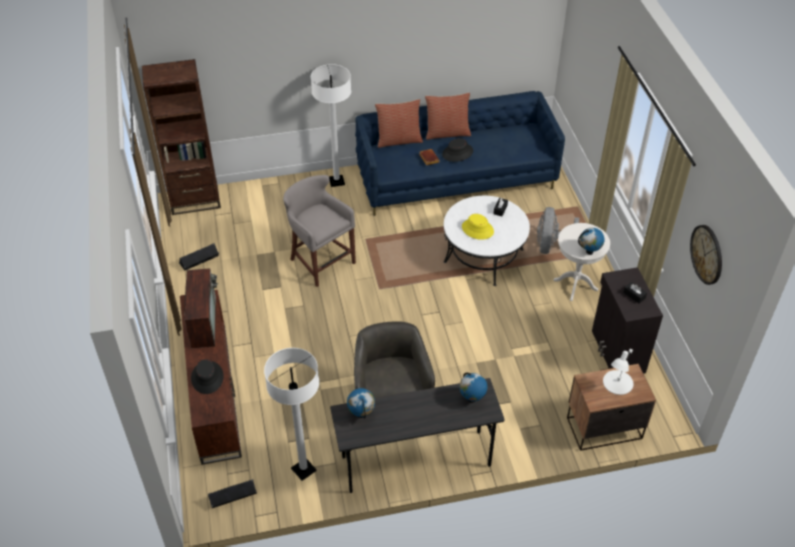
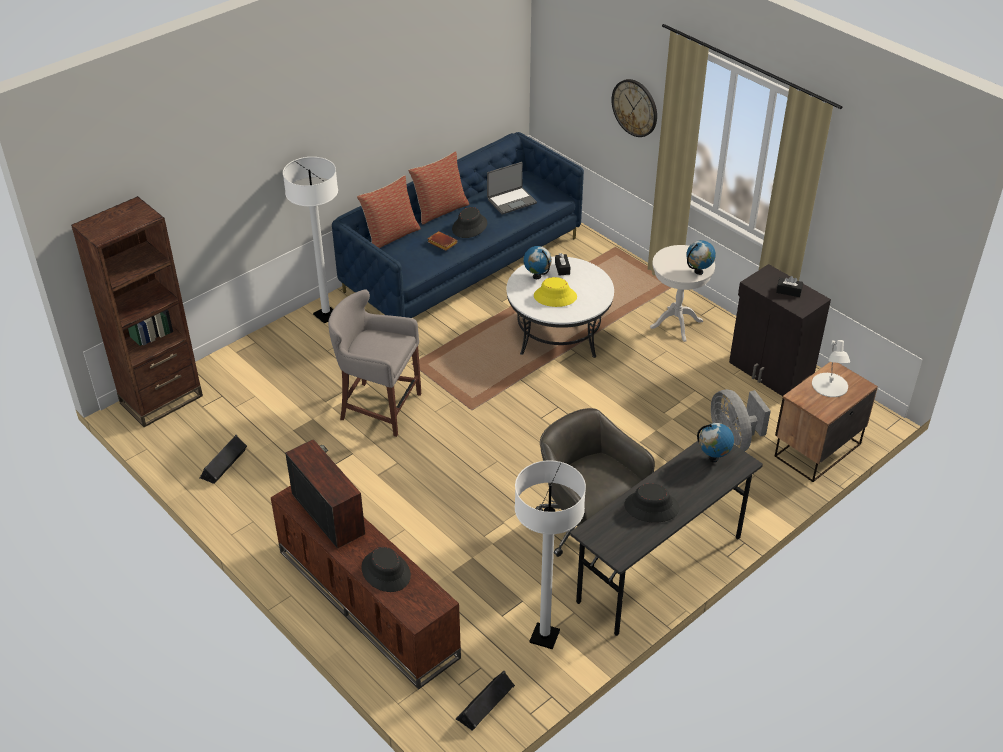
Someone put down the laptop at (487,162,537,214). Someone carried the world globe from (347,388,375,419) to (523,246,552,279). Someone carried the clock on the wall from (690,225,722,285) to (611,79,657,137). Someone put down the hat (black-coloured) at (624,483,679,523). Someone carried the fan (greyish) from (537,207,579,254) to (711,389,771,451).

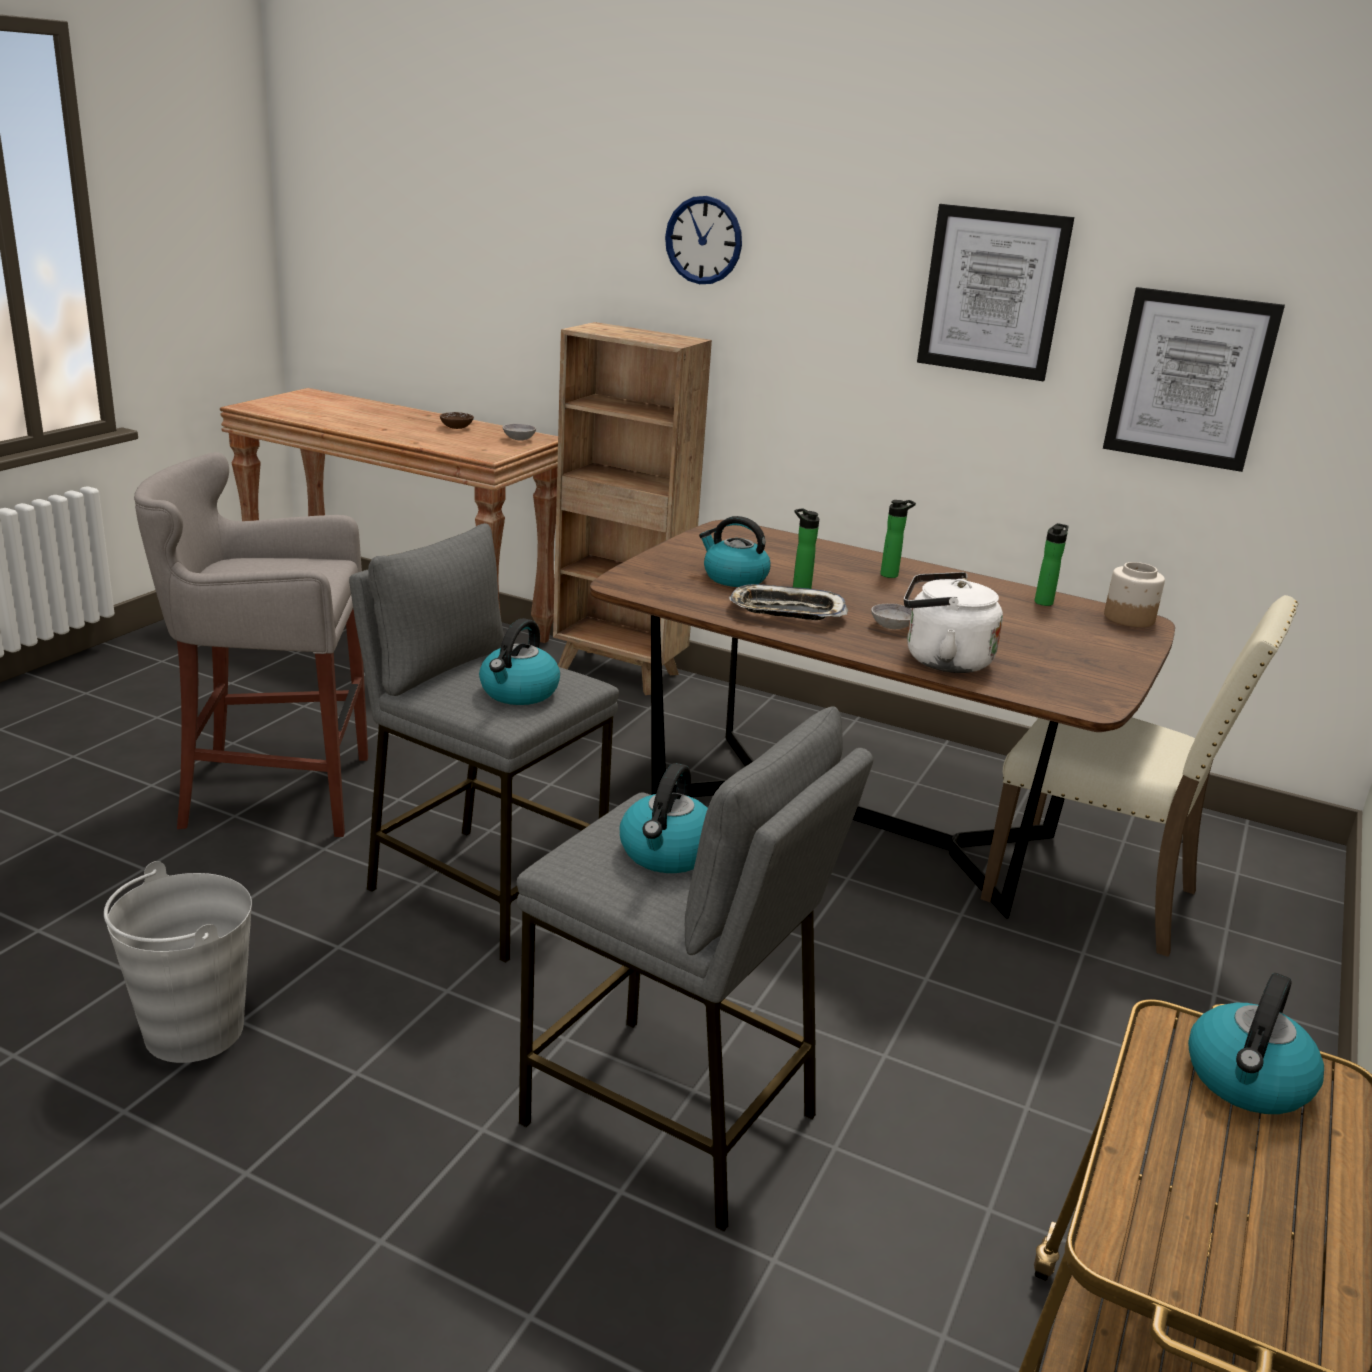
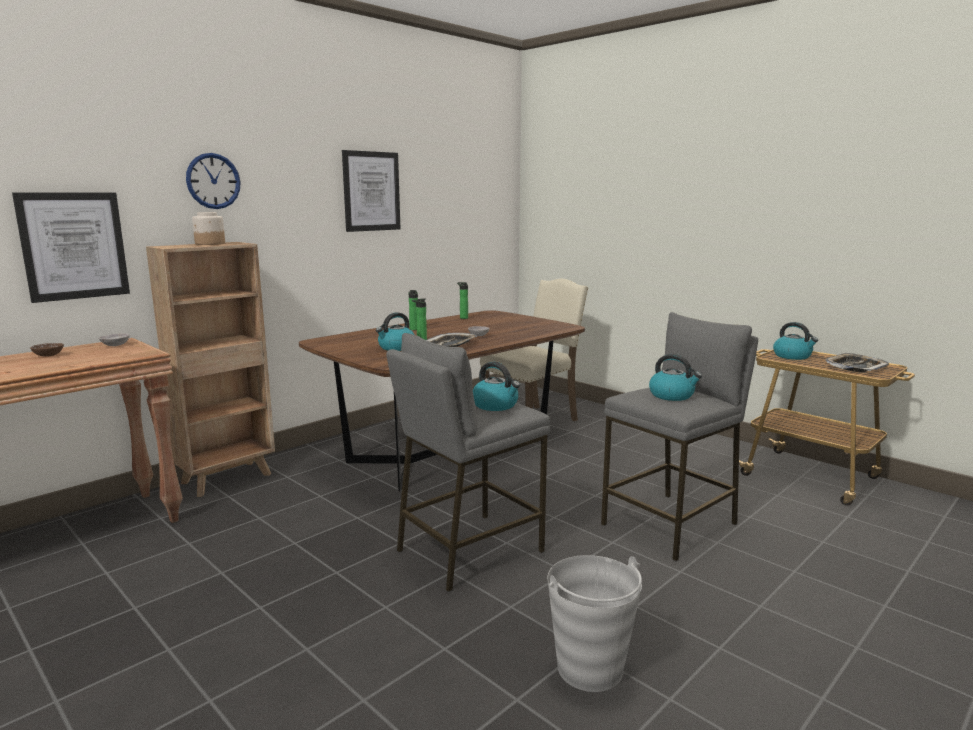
Someone carried the picture from (1103,287,1285,472) to (12,193,130,303). Someone carried the preserve jar from (1104,562,1165,627) to (192,212,225,245). Someone put down the carrying tray at (825,353,889,373). Someone took away the stool seat (greyish) at (134,452,368,837). Someone took away the kettle (white-coloured) at (904,572,1003,673).

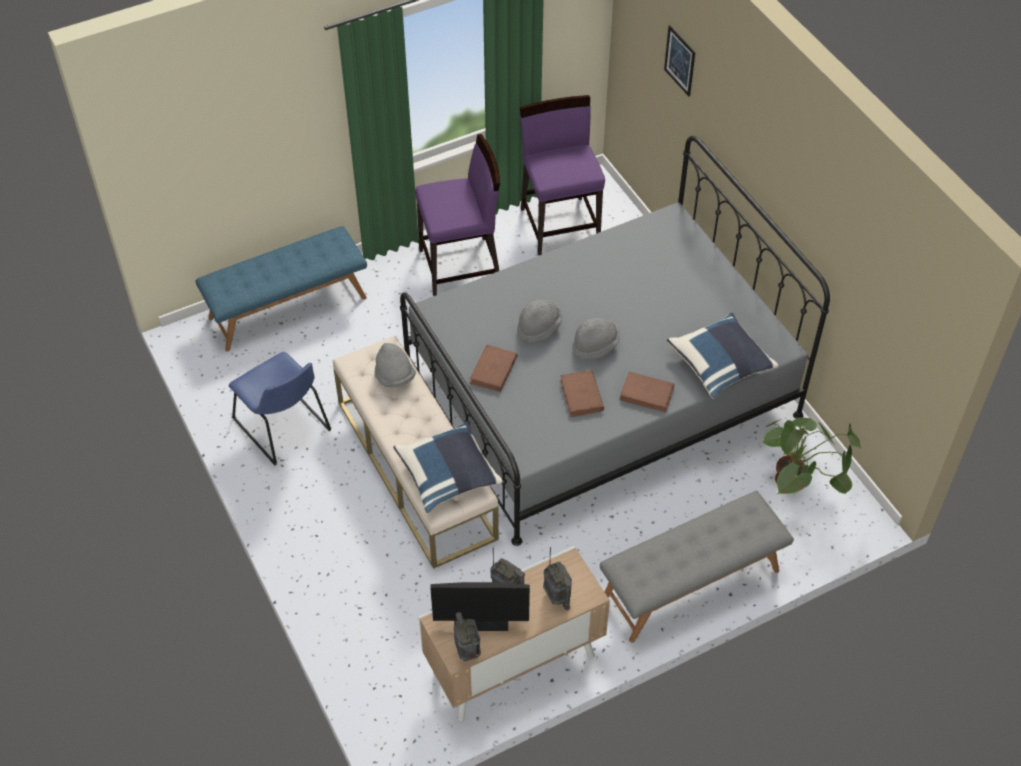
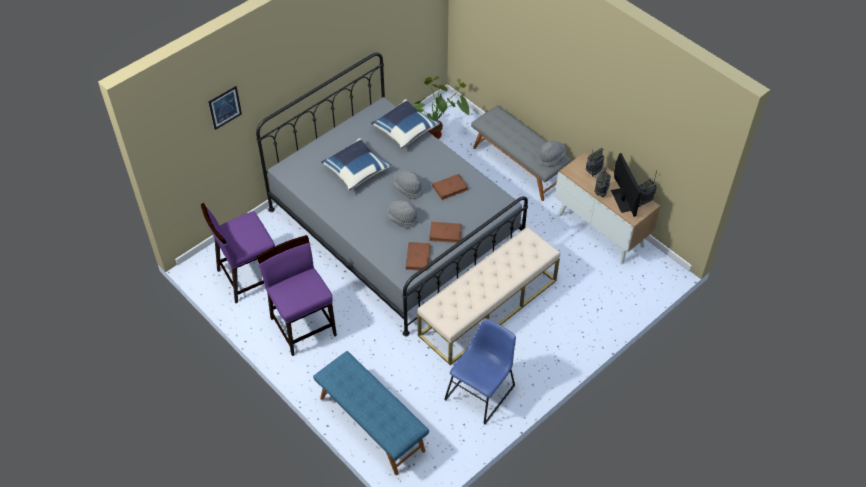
Someone carried the pillow (blue) from (393,421,503,514) to (321,138,392,191). Someone carried the volume (brown) from (619,371,674,413) to (406,242,431,271). Someone carried the hat (greyish) from (375,343,416,388) to (537,141,566,167).

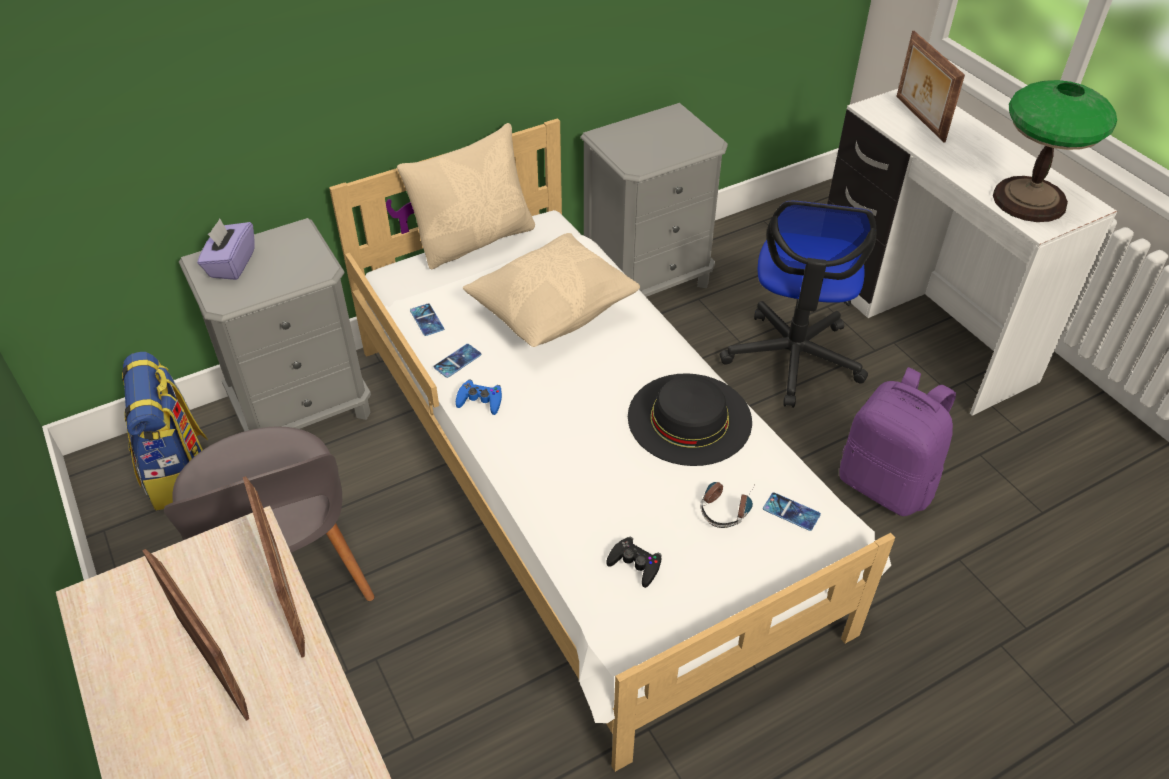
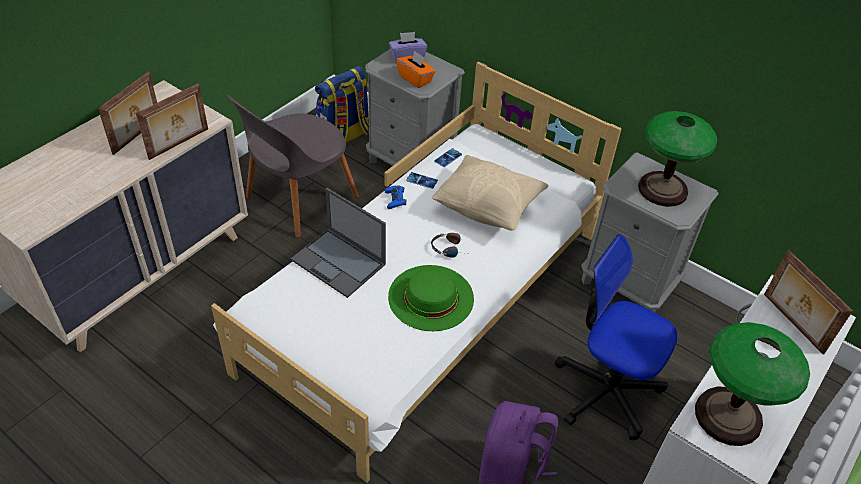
Someone put down the laptop at (291,188,386,298). Someone repainted the hat (black-coloured) at (628,373,752,466), which became the hat (greenish) at (388,265,474,331). Someone put down the box of tissues (orange-coloured) at (396,50,436,88). Someone carried the headphones from (700,482,753,528) to (431,233,467,258). Someone rotated the desk chair at (720,201,877,408) by 45 degrees clockwise. Someone put down the tabletop lamp at (638,111,717,207). Someone rotated the picture frame at (896,31,965,143) by 75 degrees counterclockwise. Someone took away the pillow (sand-coloured) at (397,123,535,269). Someone took away the joypad (black-coloured) at (606,536,662,588). Someone took away the handset at (763,492,821,531).

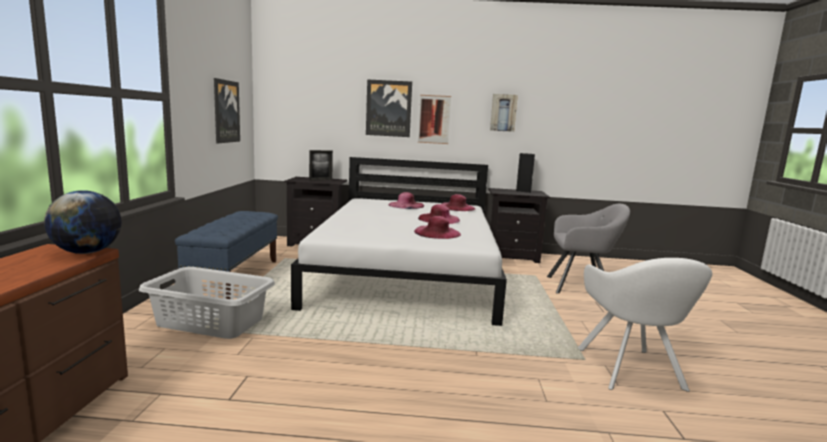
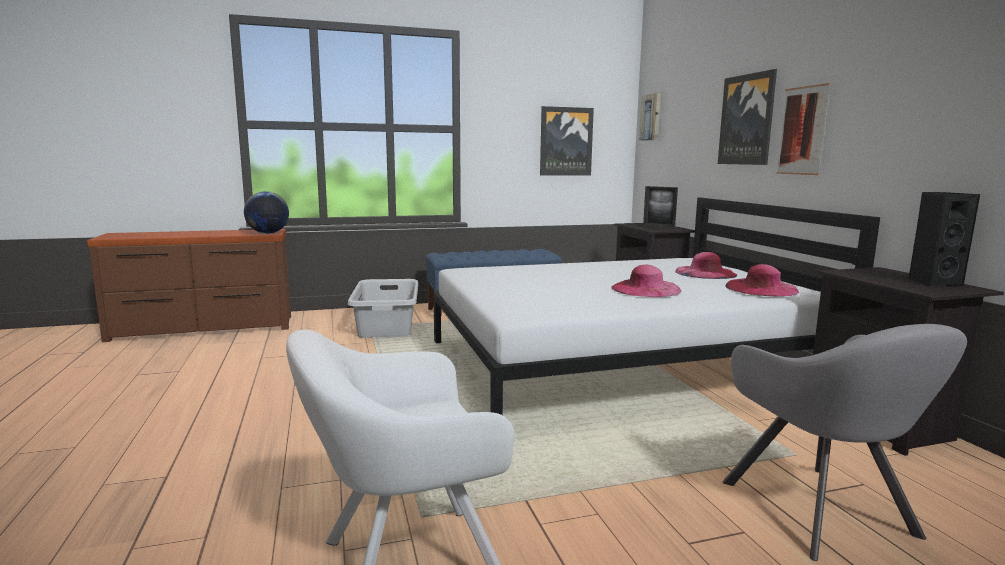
Someone carried the picture from (490,94,518,132) to (639,93,661,141). Someone took away the hat (pink-coloured) at (414,216,461,239).

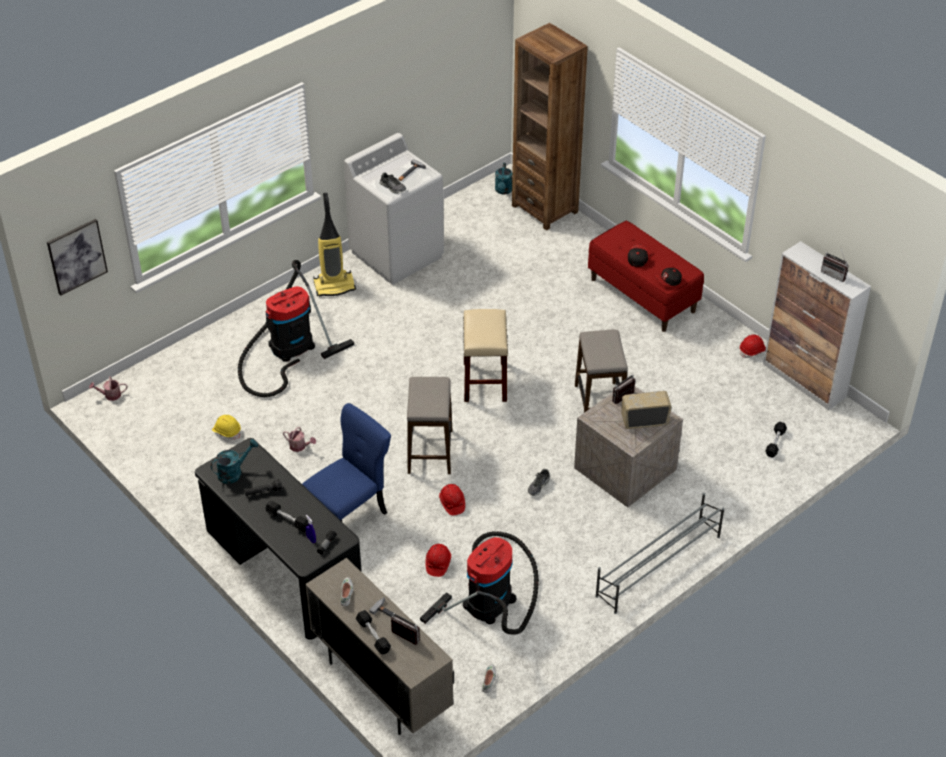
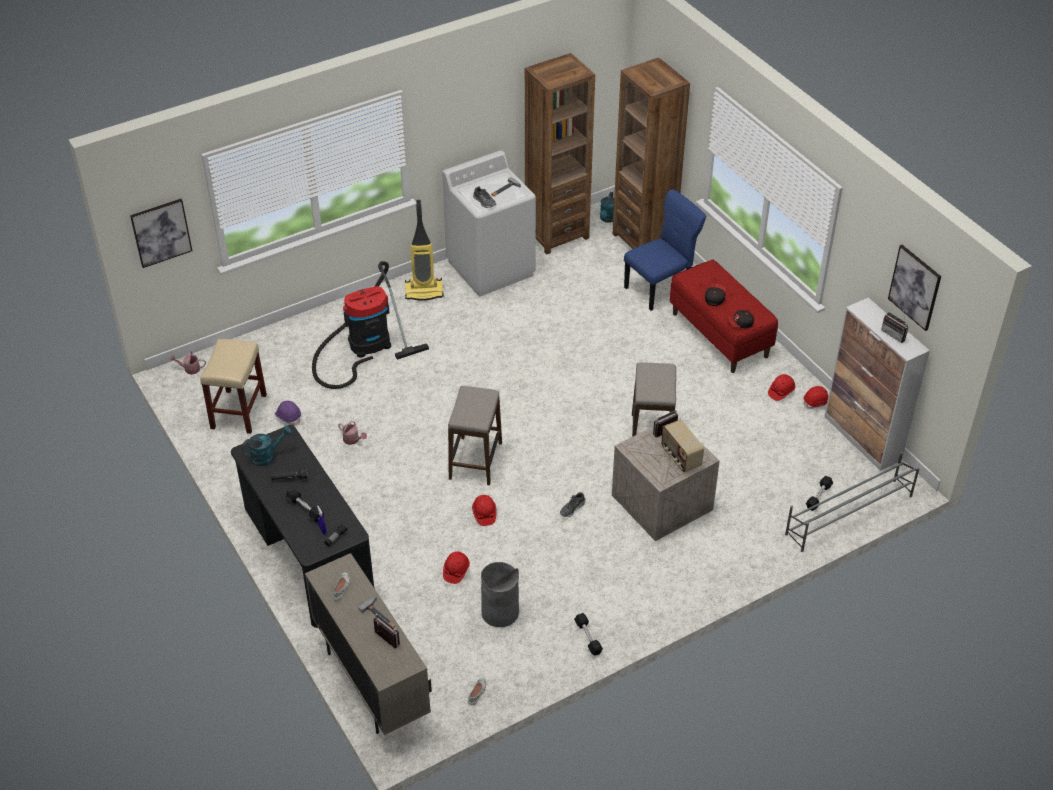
Someone carried the stool seat (sand-coloured) from (463,309,508,402) to (200,339,267,434). Someone repainted the work helmet (yellow-coloured) at (212,415,241,440), which became the work helmet (purple-coloured) at (275,401,301,425). Someone swapped the hoover at (420,531,539,635) for the trash can (greyish) at (481,562,519,627). Someone put down the bookcase (brown) at (525,53,595,255). Someone carried the dumbbell (black-coloured) from (356,610,391,654) to (574,613,603,656). Someone carried the chair (blue) from (302,403,391,522) to (624,189,706,311). Someone rotated the radio set at (621,391,671,429) by 120 degrees counterclockwise. Someone put down the work helmet (red-coloured) at (768,374,795,401). Someone carried the shoe shelf (greyish) from (595,493,724,614) to (785,452,920,552). Someone put up the picture at (888,245,941,331).

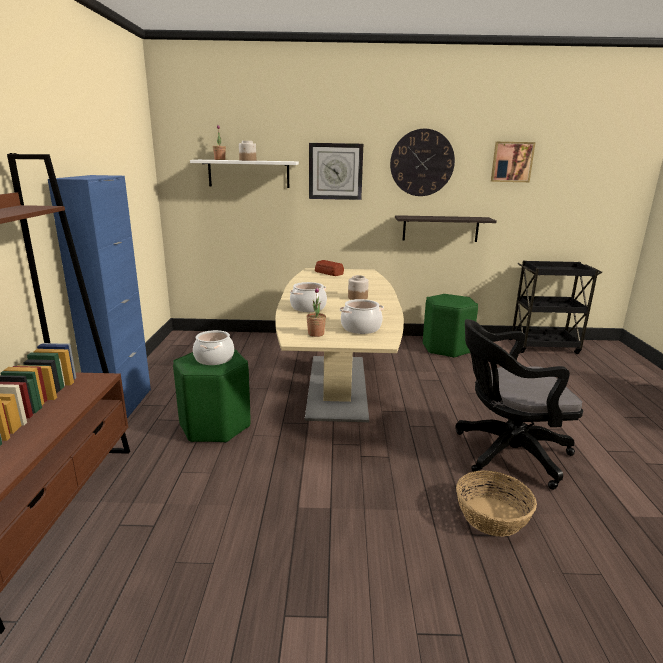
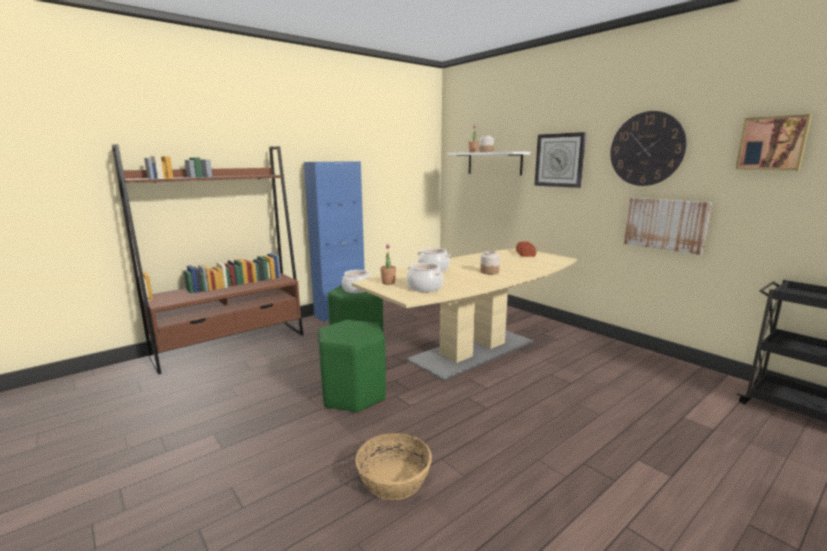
Someone carried the stool seat (greenish) from (423,294,478,358) to (318,320,386,413). Someone swapped the bracket shelf at (395,215,497,242) for the picture at (624,197,712,255). Someone took away the desk chair (black-coloured) at (455,319,583,490).

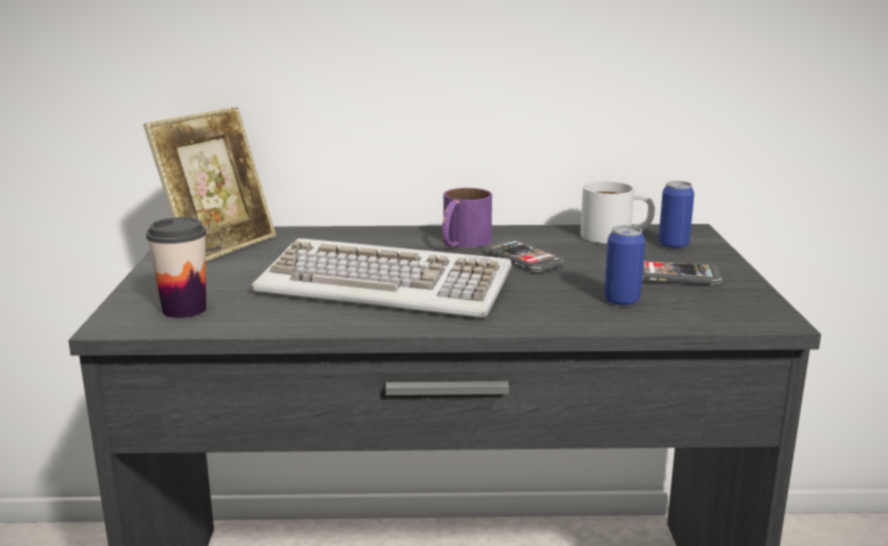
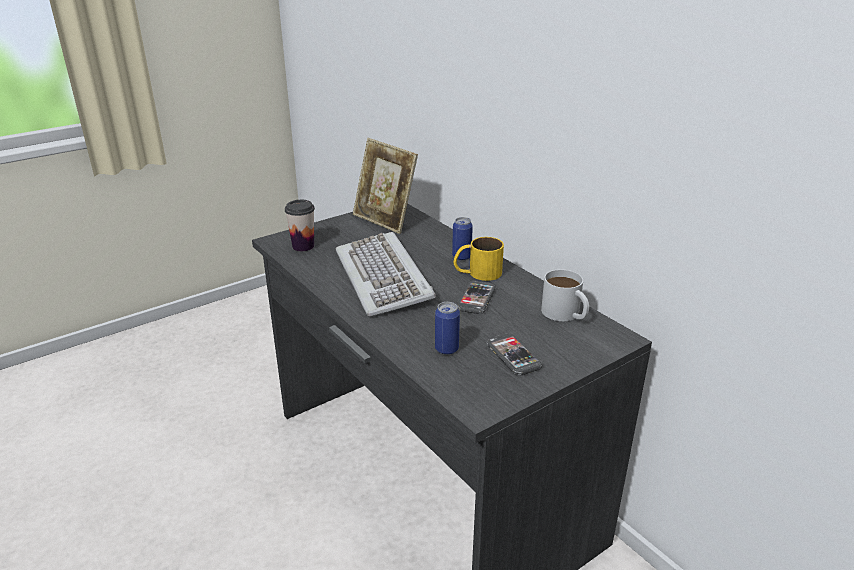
Someone rotated the picture frame at (144,107,276,262) by 45 degrees clockwise. Someone carried the sealed can from (658,181,694,249) to (452,217,473,261). Someone repainted the mug (purple-coloured) at (441,188,492,248), which became the mug (yellow-coloured) at (454,237,504,281).

